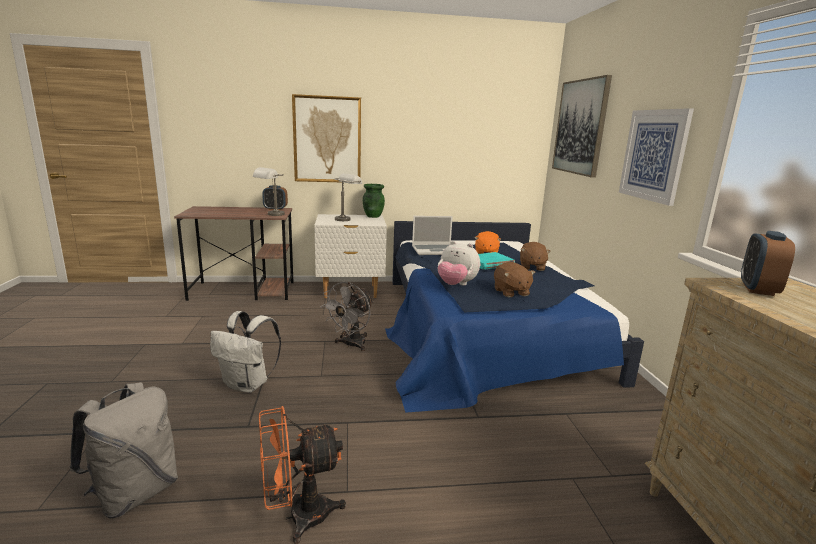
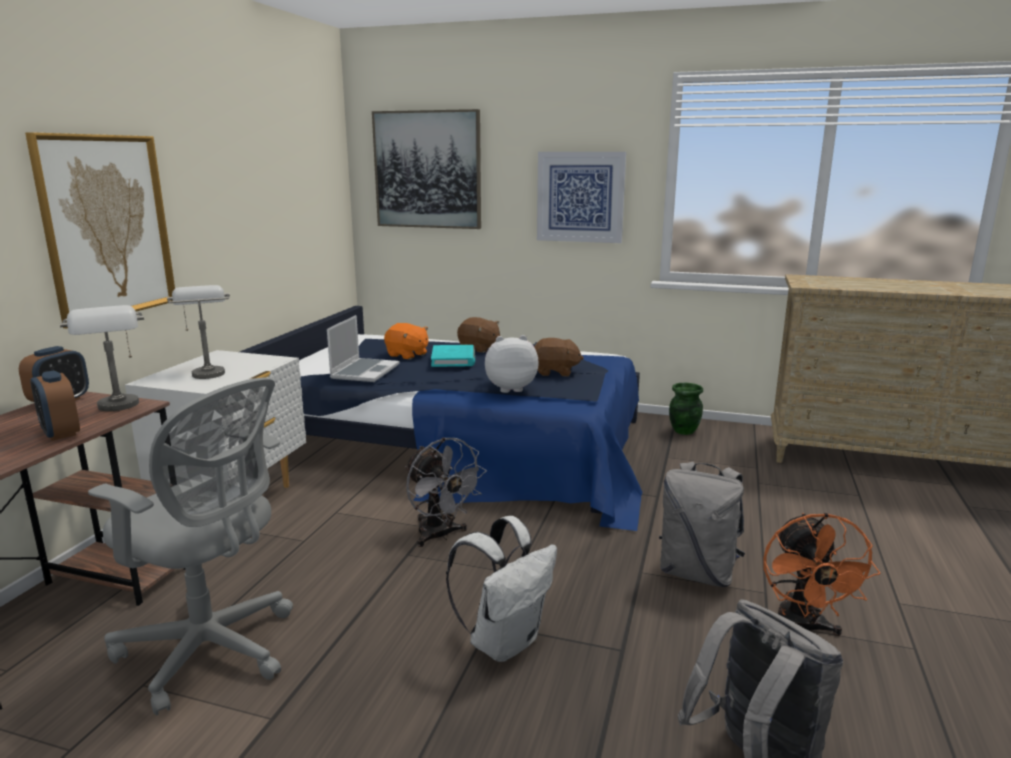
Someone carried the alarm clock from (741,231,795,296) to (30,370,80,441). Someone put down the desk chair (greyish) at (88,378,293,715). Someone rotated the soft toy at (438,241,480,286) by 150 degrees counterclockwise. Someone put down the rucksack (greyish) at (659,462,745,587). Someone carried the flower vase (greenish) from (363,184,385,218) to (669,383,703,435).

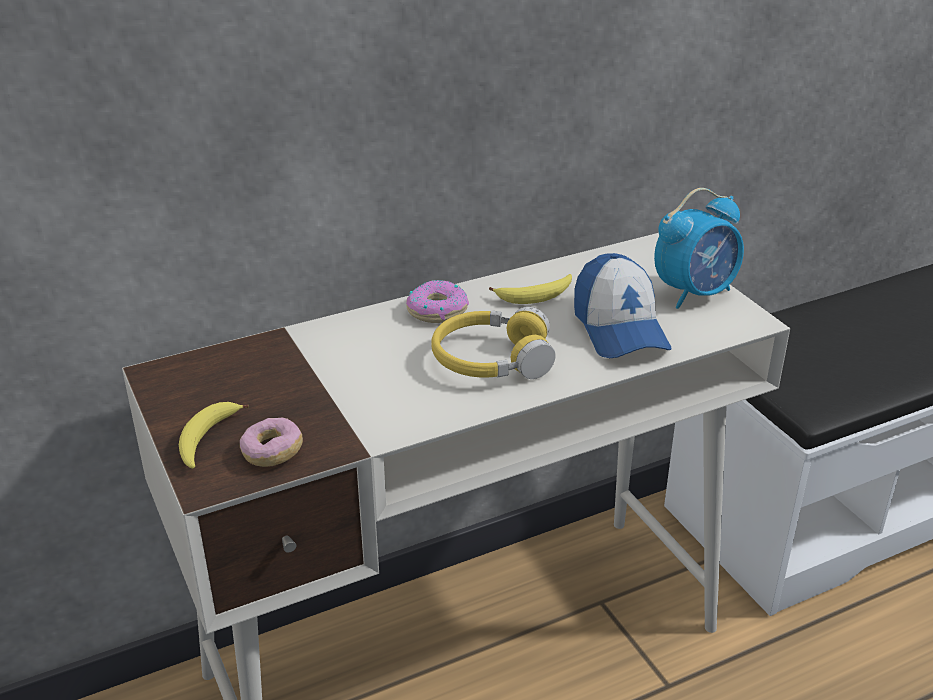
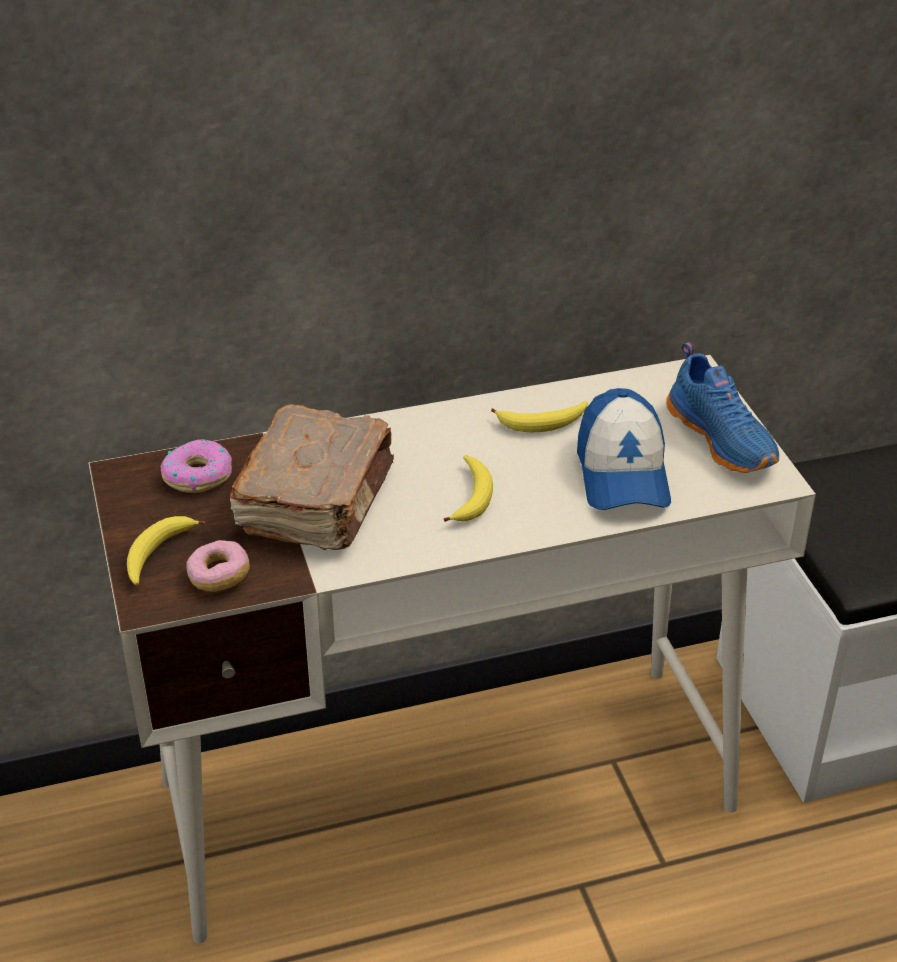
Someone carried the ring doughnut from (406,280,469,323) to (161,439,232,493). Someone put down the volume (brown) at (230,404,394,550). Someone swapped the headphones (yellow-coloured) at (431,307,556,379) for the banana fruit at (443,455,493,522). Someone swapped the alarm clock at (654,188,744,309) for the low shoe (blue) at (666,342,779,473).

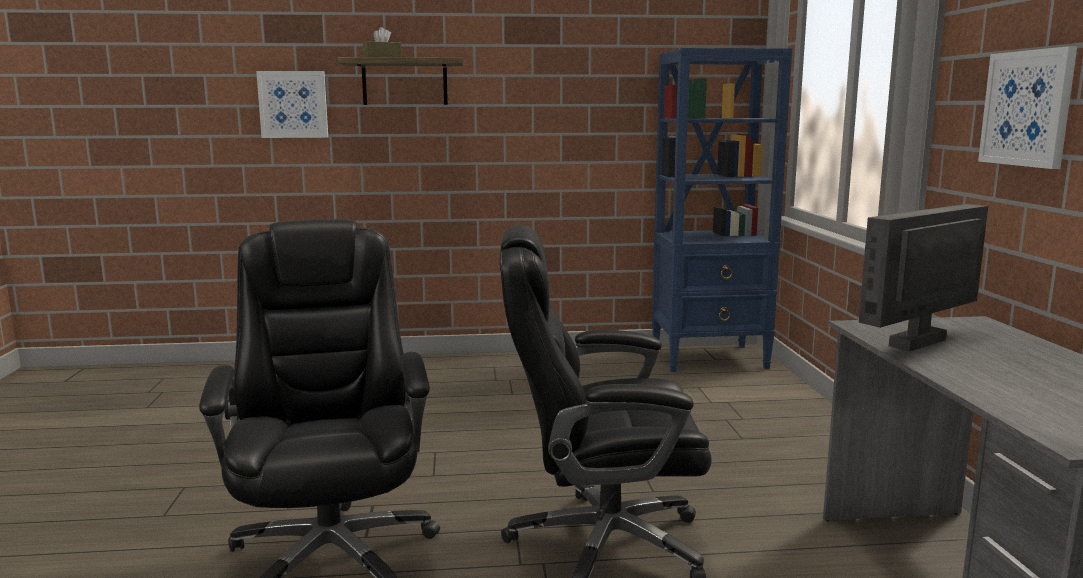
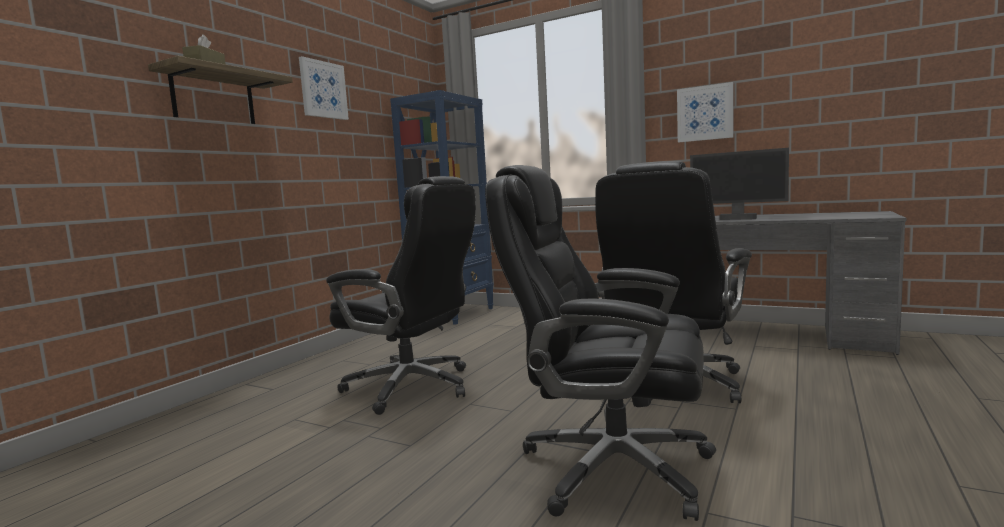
Someone carried the picture from (256,71,328,138) to (299,56,349,120). Someone put down the desk chair (black-coloured) at (326,176,476,415). Someone rotated the monitor at (859,204,988,352) by 60 degrees counterclockwise.

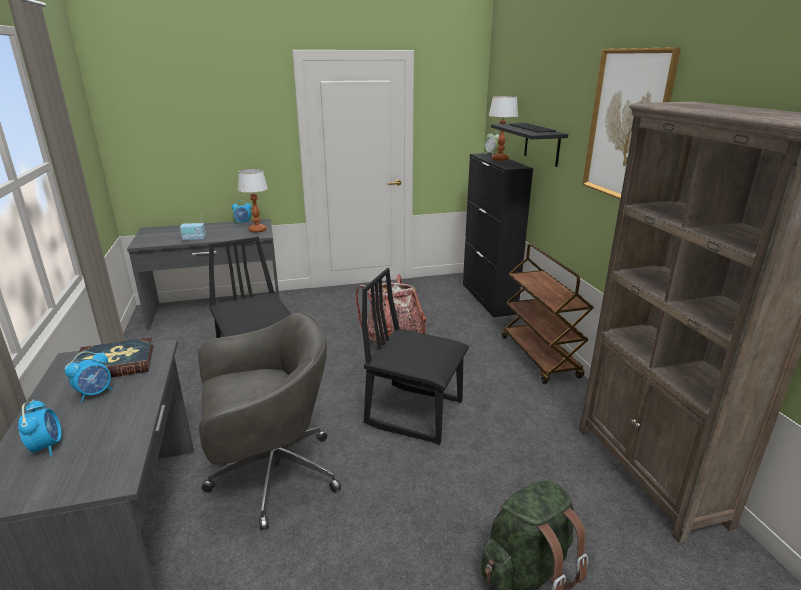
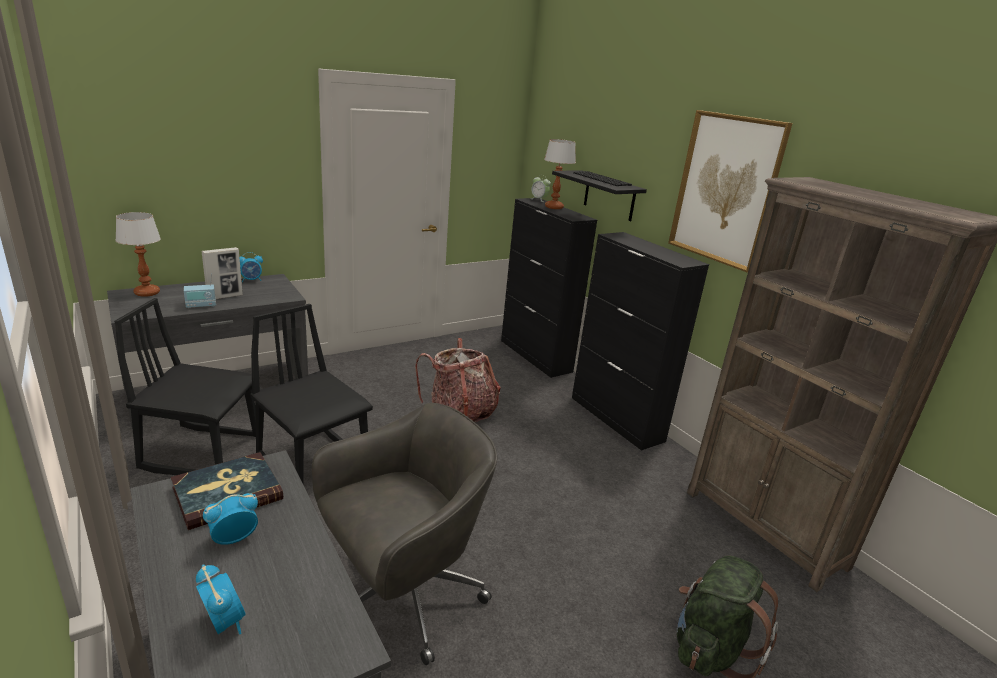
Someone carried the chair (black-coloured) from (362,268,469,444) to (114,298,256,475). Someone carried the tabletop lamp from (238,169,268,233) to (116,212,161,297). Someone put down the picture frame at (201,247,243,299). Someone rotated the alarm clock at (64,351,112,402) by 150 degrees counterclockwise. Someone swapped the cart (brown) at (502,244,594,384) for the cupboard (black-coloured) at (572,232,709,451).

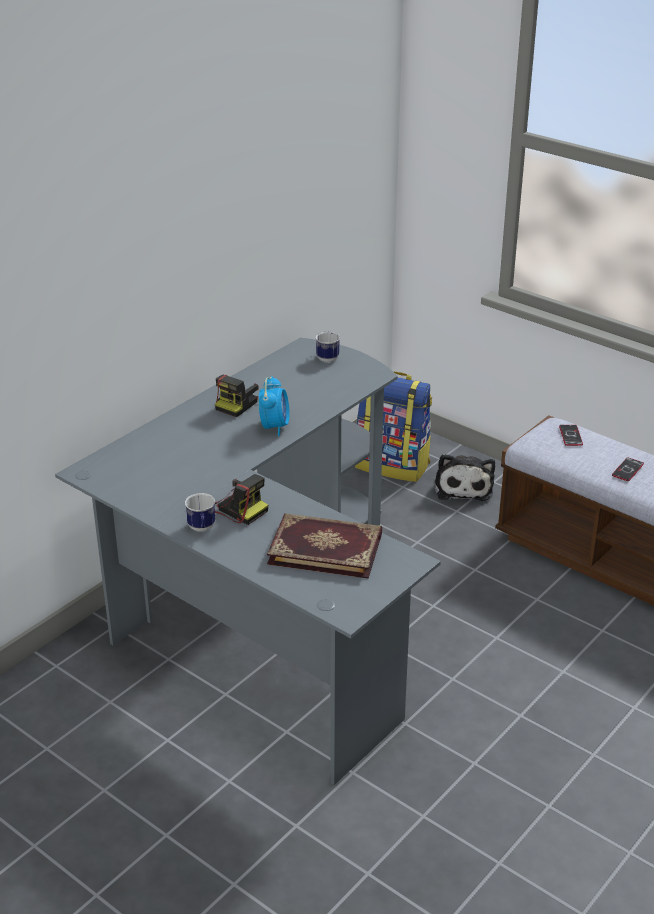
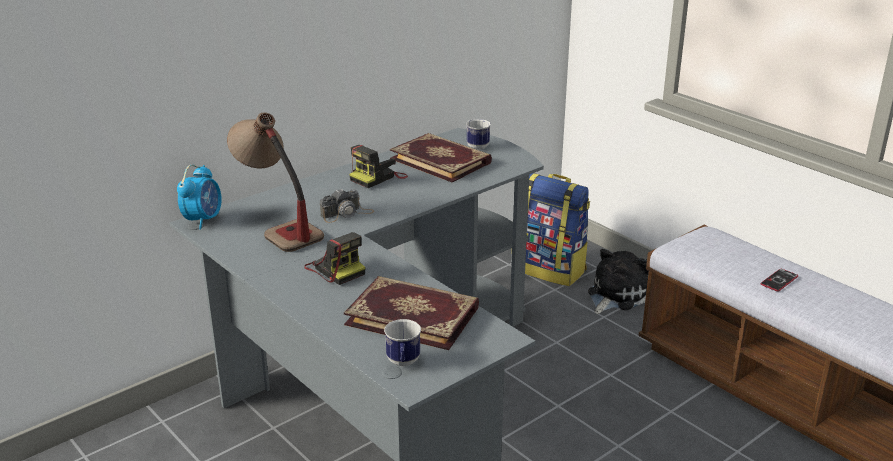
Someone carried the alarm clock from (259,376,290,437) to (177,165,222,229). Someone put down the tabletop lamp at (227,112,324,252). Someone put down the photo camera at (320,188,374,223). Someone carried the mug from (185,493,215,532) to (384,319,421,366). Someone put down the volume at (390,133,492,183). Someone rotated the soft toy at (435,454,495,501) by 150 degrees counterclockwise. Someone took away the handset at (559,425,583,446).

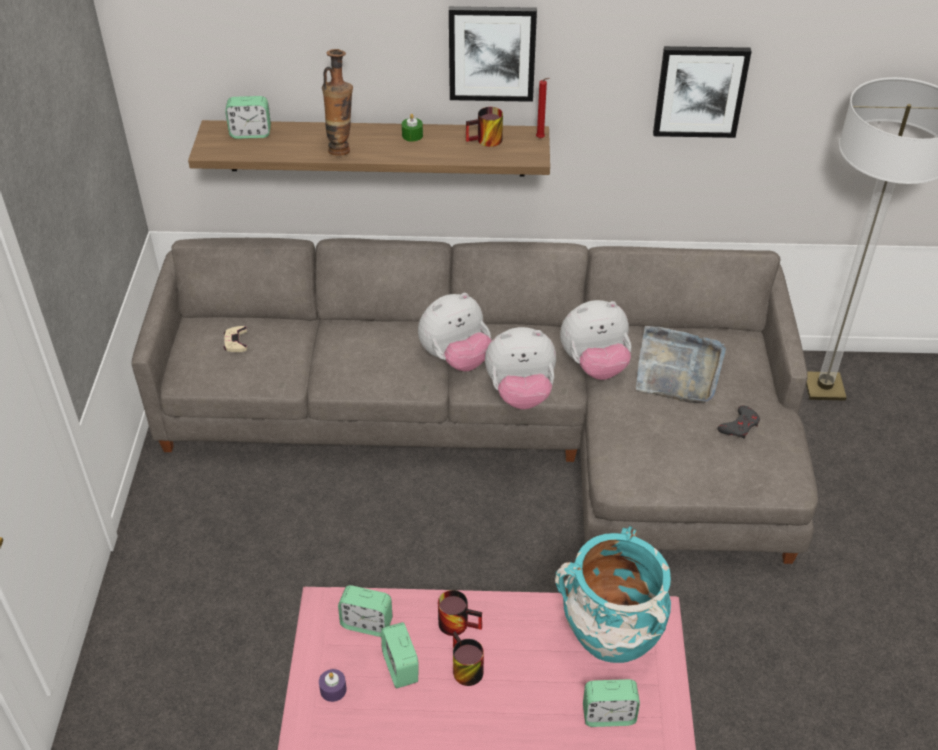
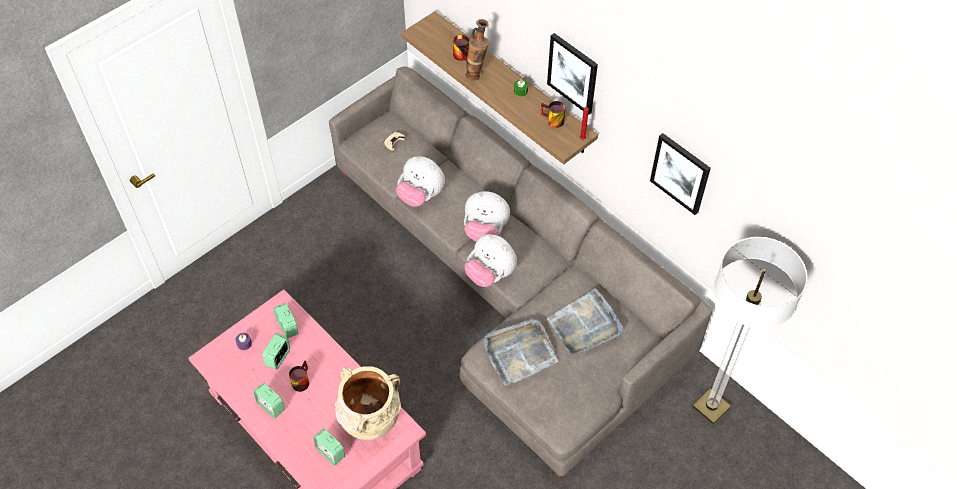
Someone carried the alarm clock from (225,96,271,139) to (253,383,285,418). Someone repainted the flower vase (blue-green) at (555,526,671,663), which became the flower vase (sand-coloured) at (335,366,401,440). Someone carried the soft toy from (560,300,631,380) to (396,156,445,207). Someone carried the mug from (438,590,482,636) to (453,35,469,62). Someone put down the carrying tray (greyish) at (483,319,558,386). Someone took away the joypad (greyish) at (718,405,760,439).

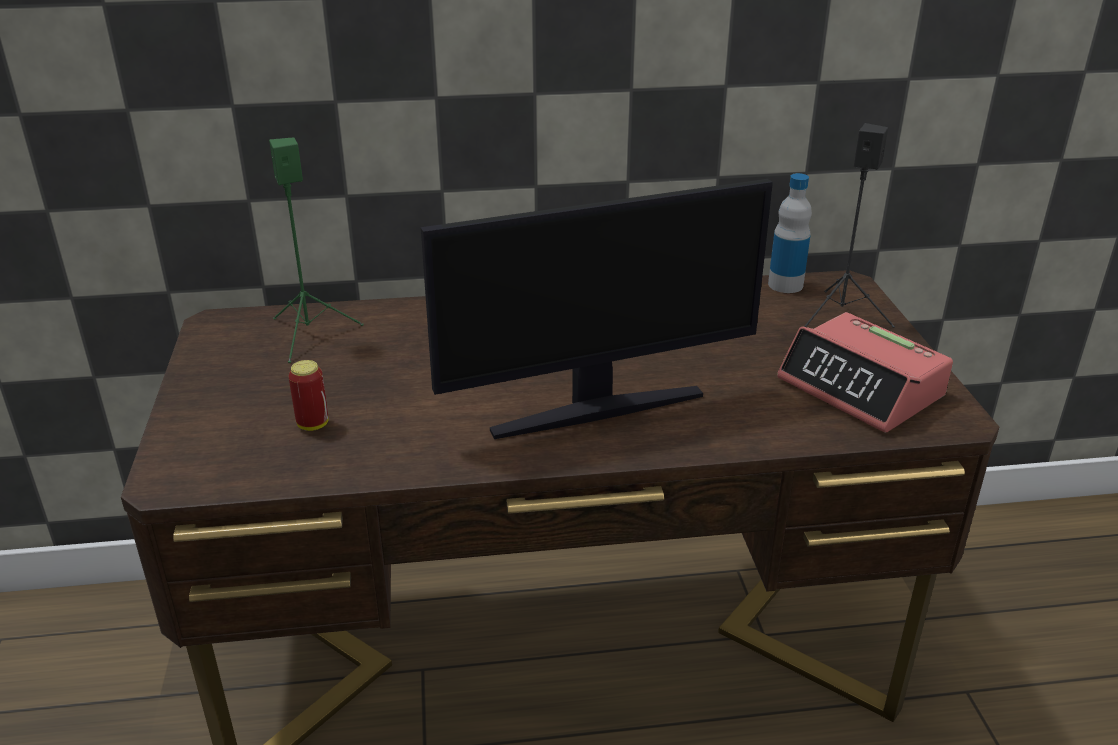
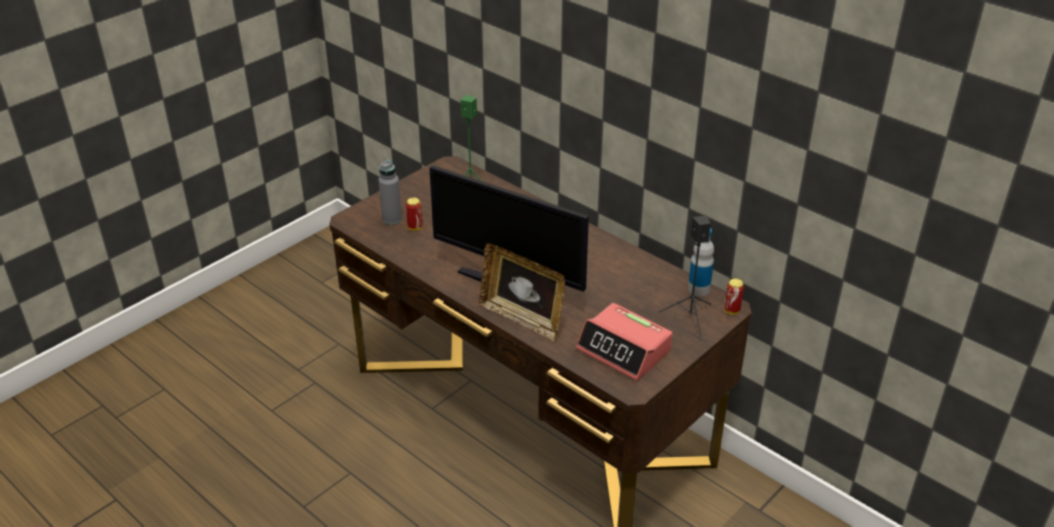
Someone put down the bottle (greyish) at (378,160,402,225). Someone put down the picture frame at (479,244,565,342). Someone rotated the alarm clock at (777,312,953,433) by 60 degrees counterclockwise. Someone put down the sealed can at (724,279,744,314).

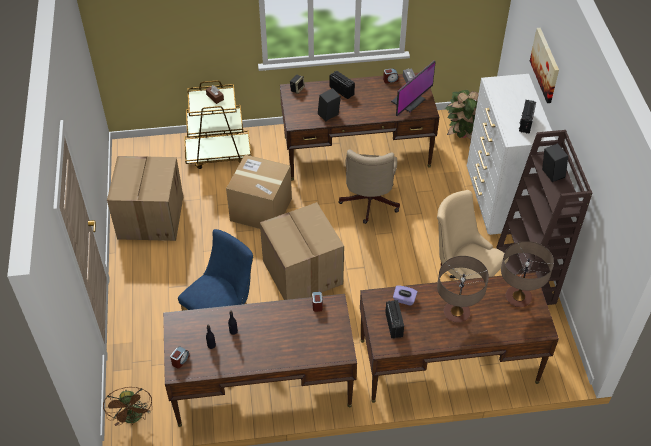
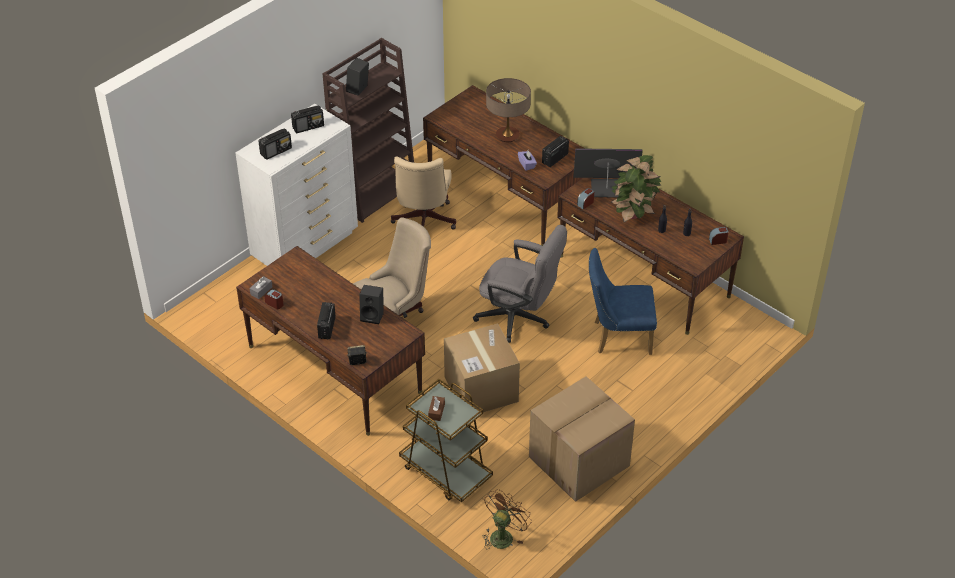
Someone put down the radio set at (258,129,292,160). Someone swapped the cardboard box at (260,202,344,300) for the desk chair (greyish) at (473,225,567,343). Someone carried the fan (brown) from (103,387,152,426) to (482,489,532,549). Someone carried the monitor from (391,60,436,116) to (574,148,643,197). Someone carried the houseplant from (445,90,479,140) to (611,155,661,222). Someone took away the tabletop lamp at (501,241,554,307). Someone took away the picture at (530,28,559,103).

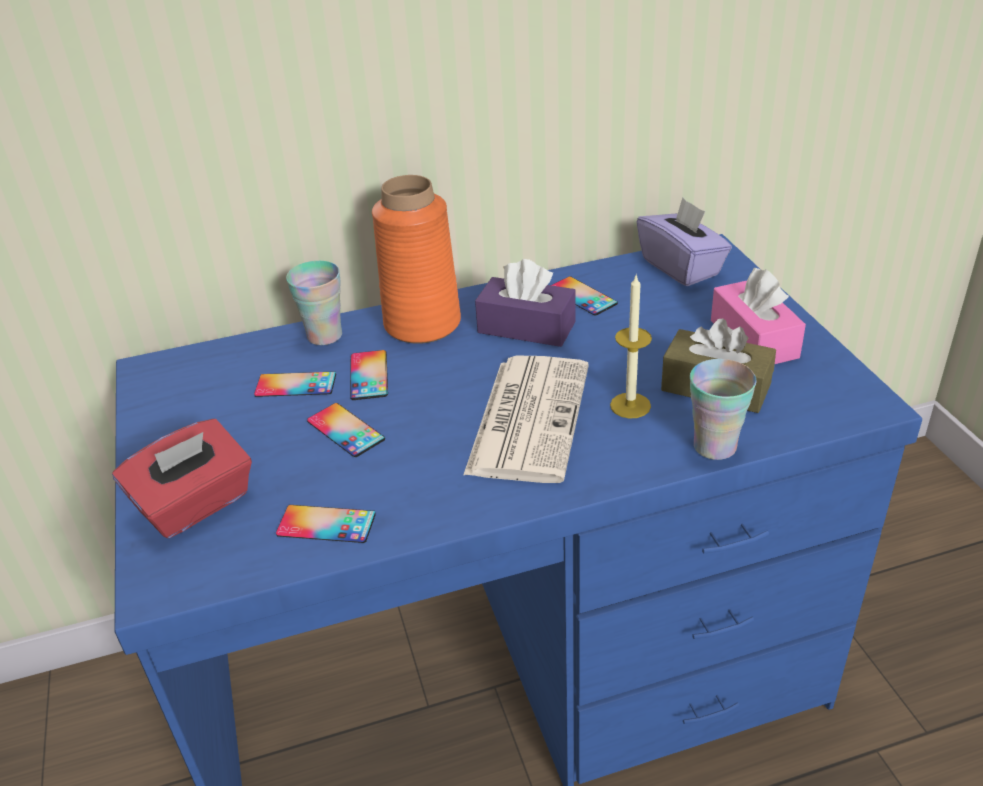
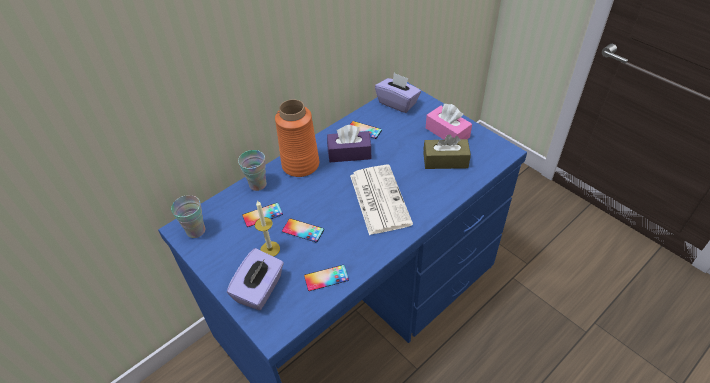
Someone carried the cup from (690,359,756,460) to (171,195,205,238). Someone repainted the box of tissues (red-coloured) at (112,419,252,538), which became the box of tissues (purple-coloured) at (227,248,284,310). Someone carried the candle from (610,276,652,419) to (255,200,280,257). Someone took away the handset at (350,350,388,400).

